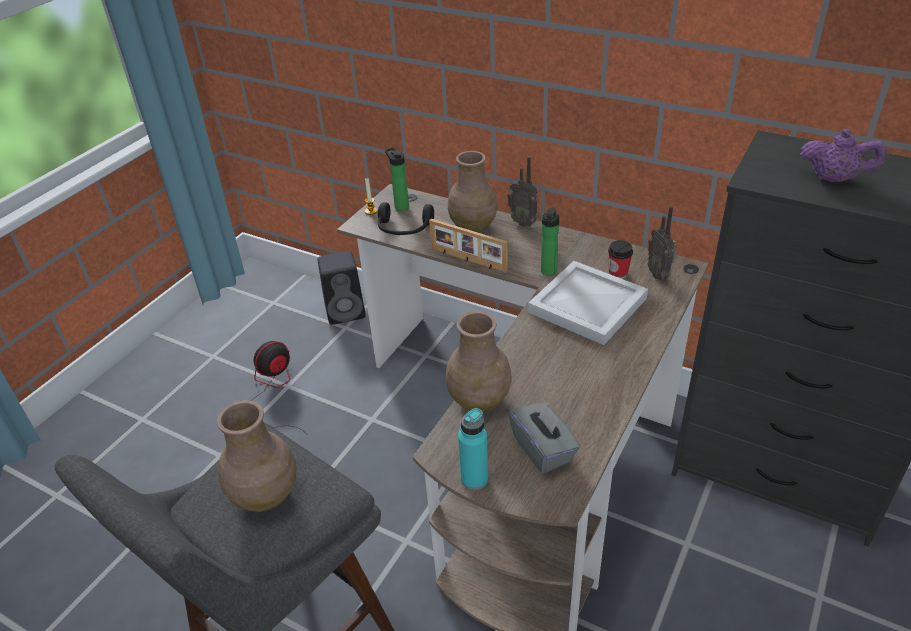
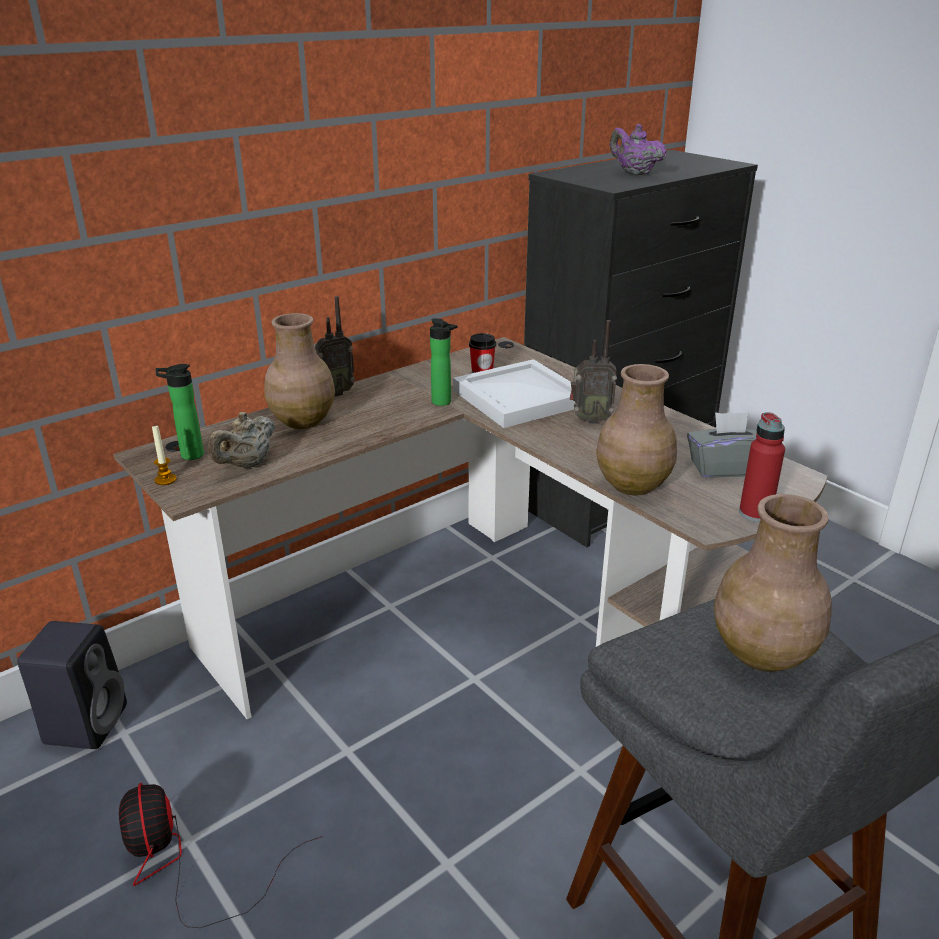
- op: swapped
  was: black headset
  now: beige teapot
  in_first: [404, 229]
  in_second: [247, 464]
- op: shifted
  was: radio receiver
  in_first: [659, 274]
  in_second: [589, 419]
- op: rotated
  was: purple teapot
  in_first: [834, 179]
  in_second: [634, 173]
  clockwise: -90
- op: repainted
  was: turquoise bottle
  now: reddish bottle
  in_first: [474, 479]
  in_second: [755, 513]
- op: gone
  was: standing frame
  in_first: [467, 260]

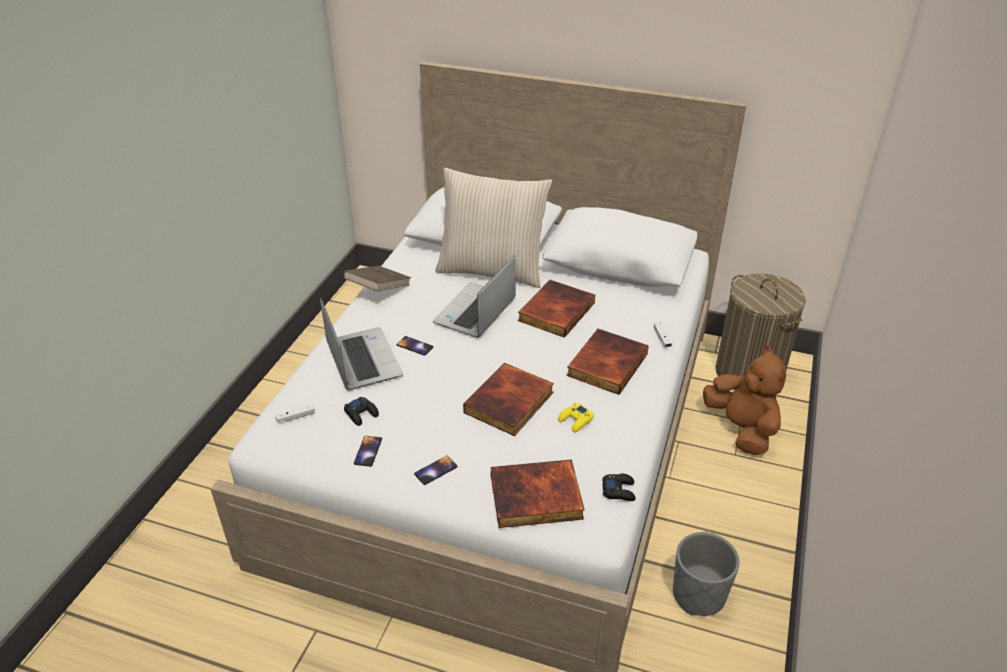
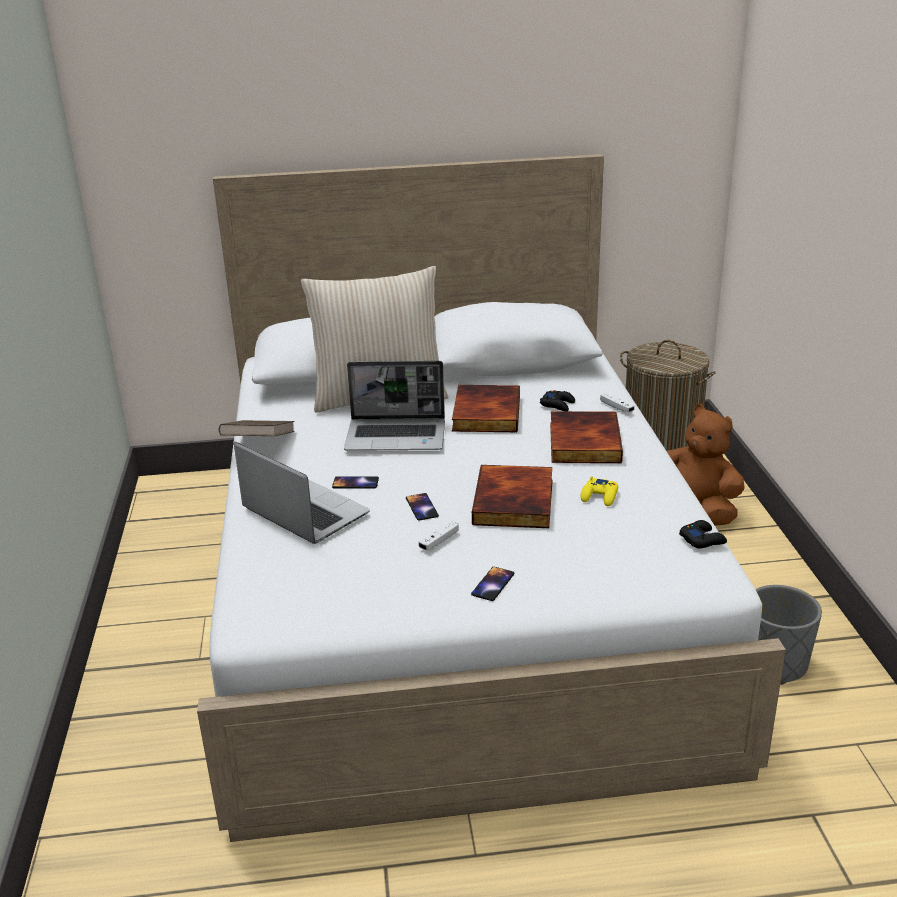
- op: rotated
  was: portable computer
  in_first: [475, 313]
  in_second: [397, 436]
  clockwise: -90
- op: shifted
  was: handset
  in_first: [368, 451]
  in_second: [421, 507]
- op: shifted
  was: whitish game controller
  in_first: [295, 417]
  in_second: [439, 541]
- op: shifted
  was: black game controller
  in_first: [361, 414]
  in_second: [558, 404]
- op: gone
  was: volume
  in_first: [535, 498]

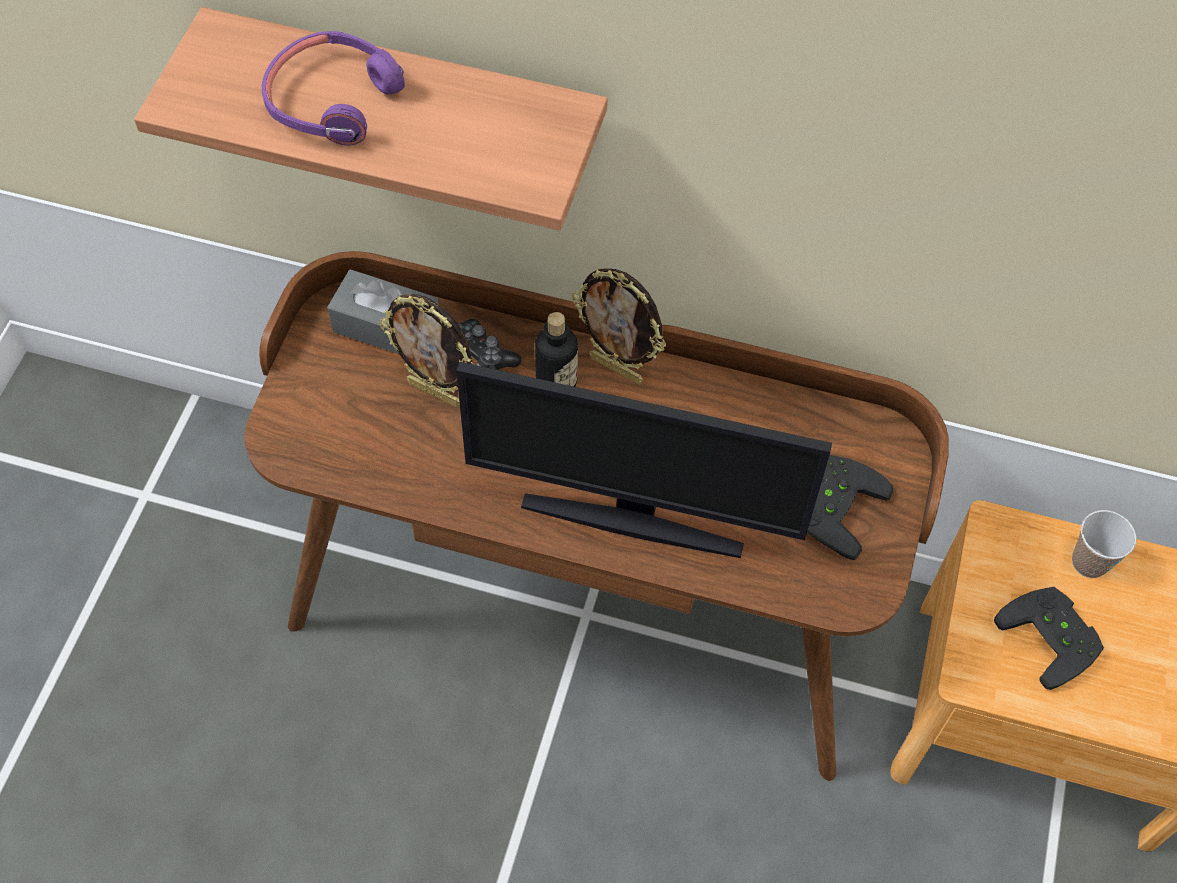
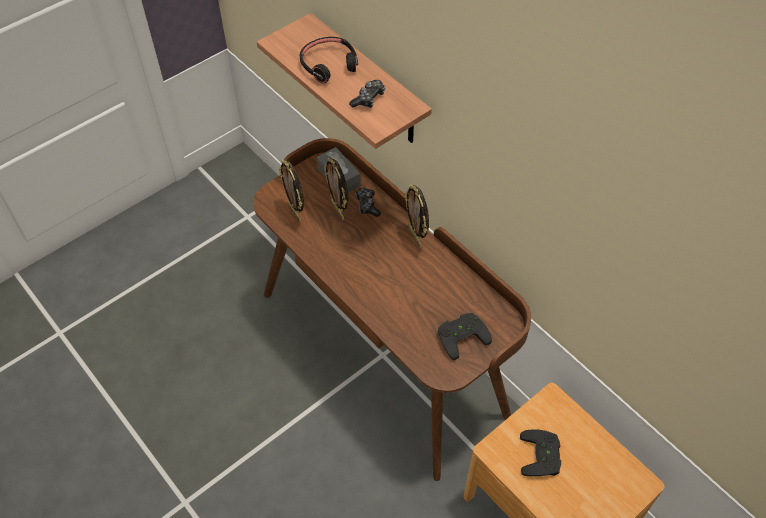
- op: new
  now: standing frame
  in_second: [295, 212]
- op: repainted
  was: purple headset
  now: black headset
  in_first: [332, 100]
  in_second: [329, 64]
- op: new
  now: game controller
  in_second: [368, 99]
- op: gone
  was: computer display
  in_first: [633, 519]
- op: gone
  was: bottle
  in_first: [556, 381]
- op: gone
  was: drinking cup
  in_first: [1089, 562]

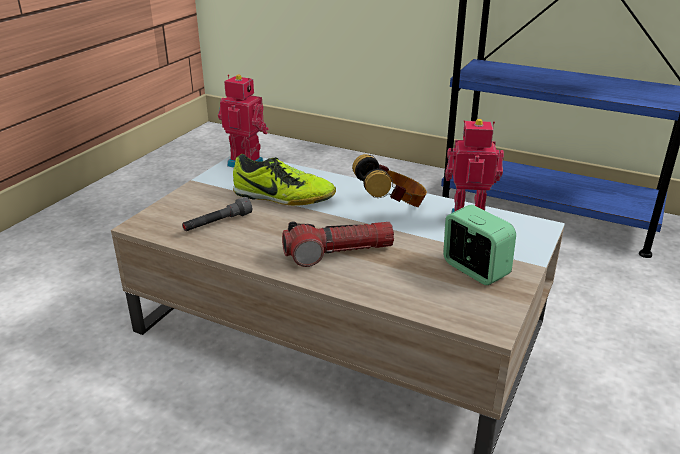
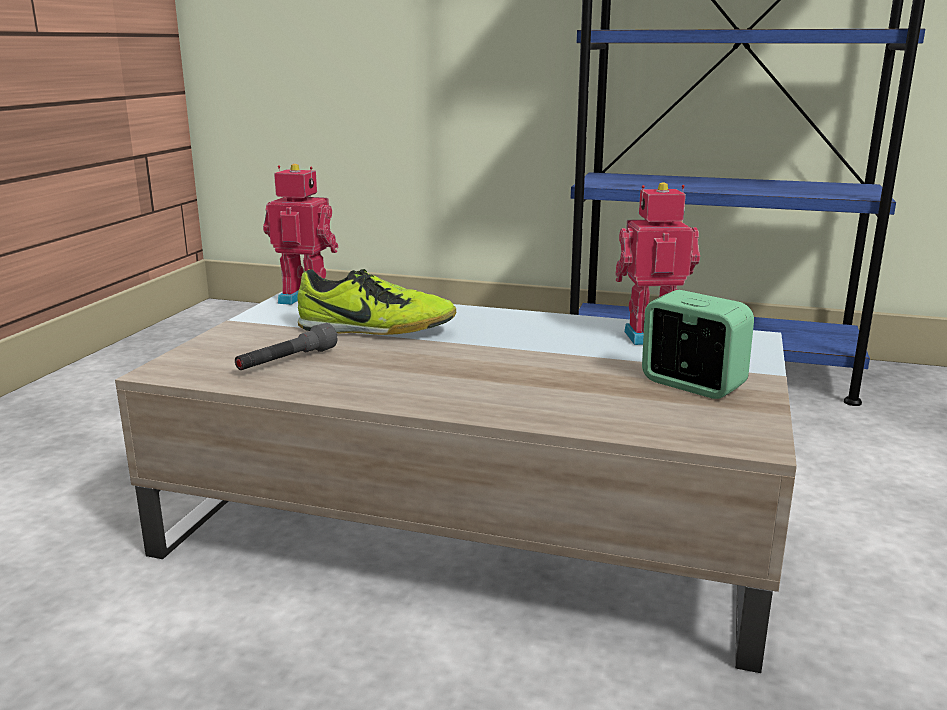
- op: gone
  was: torch
  in_first: [338, 253]
- op: gone
  was: headset
  in_first: [391, 206]

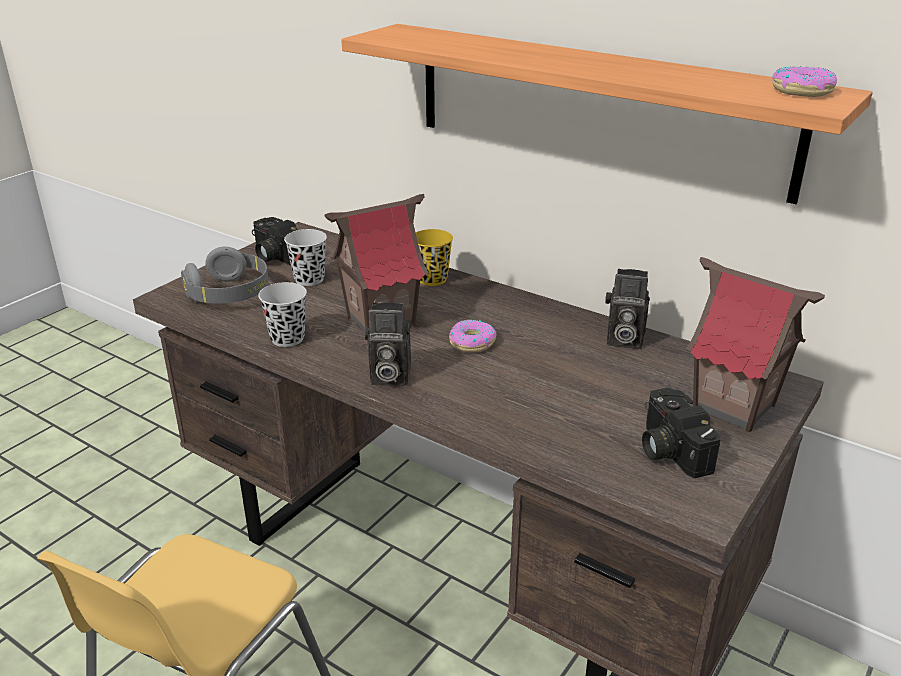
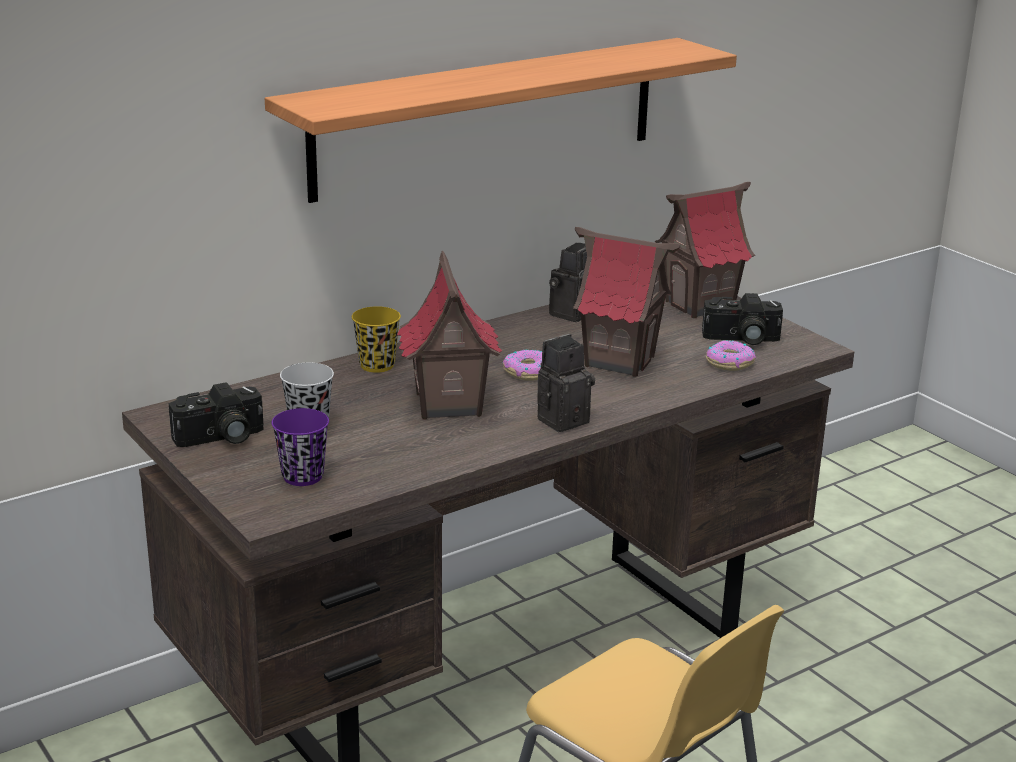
- op: swapped
  was: grey headset
  now: purple drinking cup
  in_first: [230, 294]
  in_second: [302, 476]
- op: rotated
  was: photo camera
  in_first: [388, 377]
  in_second: [563, 419]
  clockwise: -150
- op: new
  now: toy house
  in_second: [619, 361]
- op: shifted
  was: doughnut
  in_first: [802, 91]
  in_second: [729, 362]
- op: gone
  was: black drinking cup
  in_first: [287, 338]

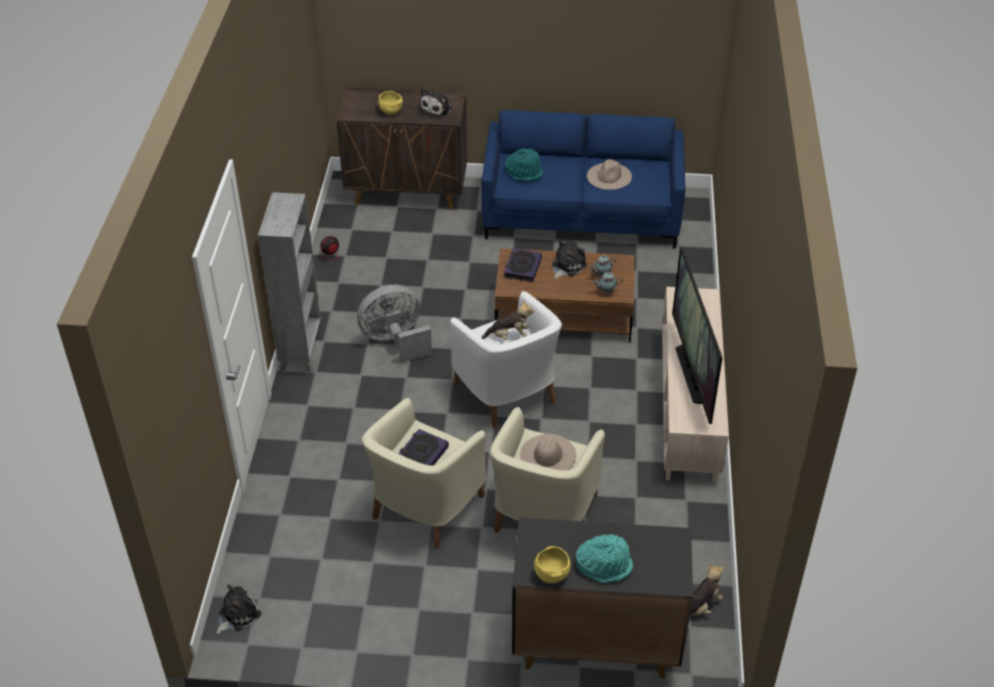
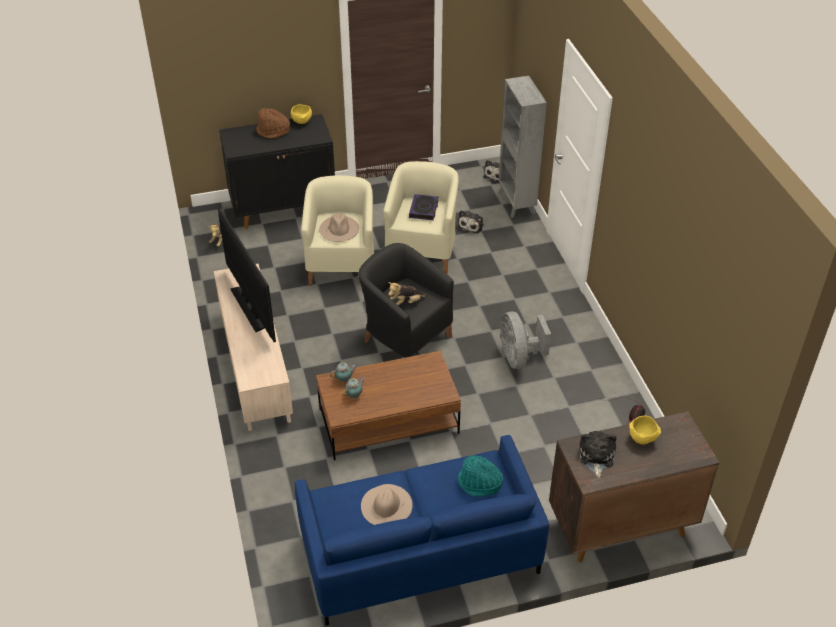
- op: repainted
  was: turquoise wearable hat
  now: brownish wearable hat
  in_first: [604, 565]
  in_second: [273, 131]
- op: repainted
  was: whitish armchair
  now: black armchair
  in_first: [507, 393]
  in_second: [405, 338]
- op: shifted
  was: cuddly toy
  in_first: [567, 266]
  in_second: [471, 225]
- op: shifted
  was: grey bookcase
  in_first: [301, 351]
  in_second: [516, 204]
- op: rotated
  was: grey electric fan
  in_first: [395, 341]
  in_second: [519, 357]
  clockwise: 120
- op: gone
  was: volume
  in_first: [522, 268]

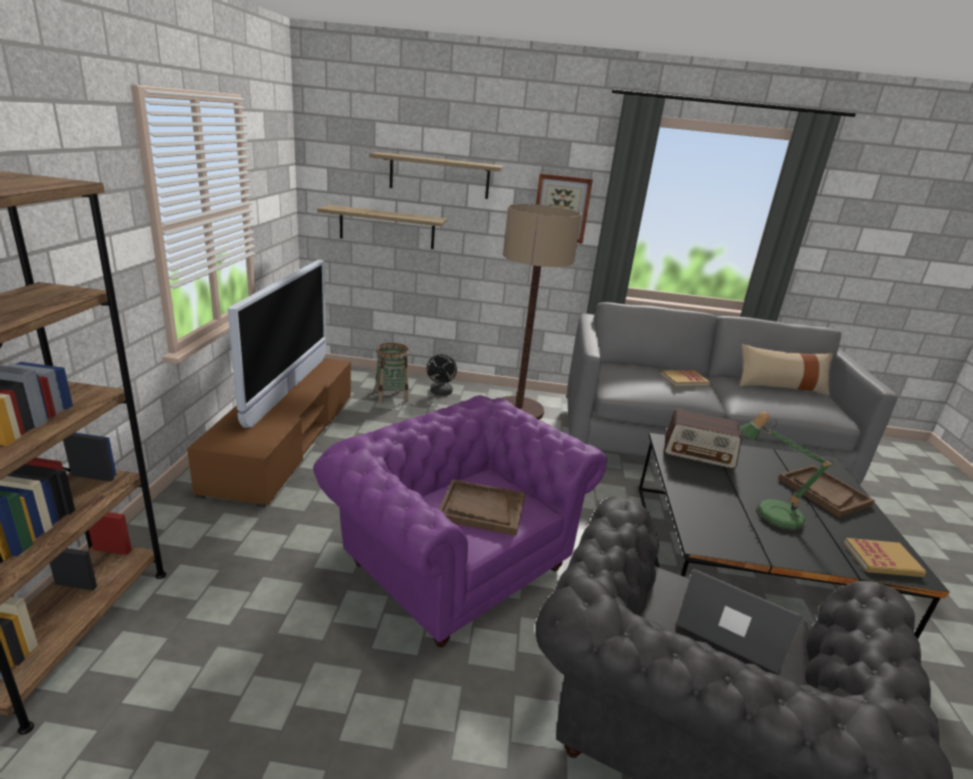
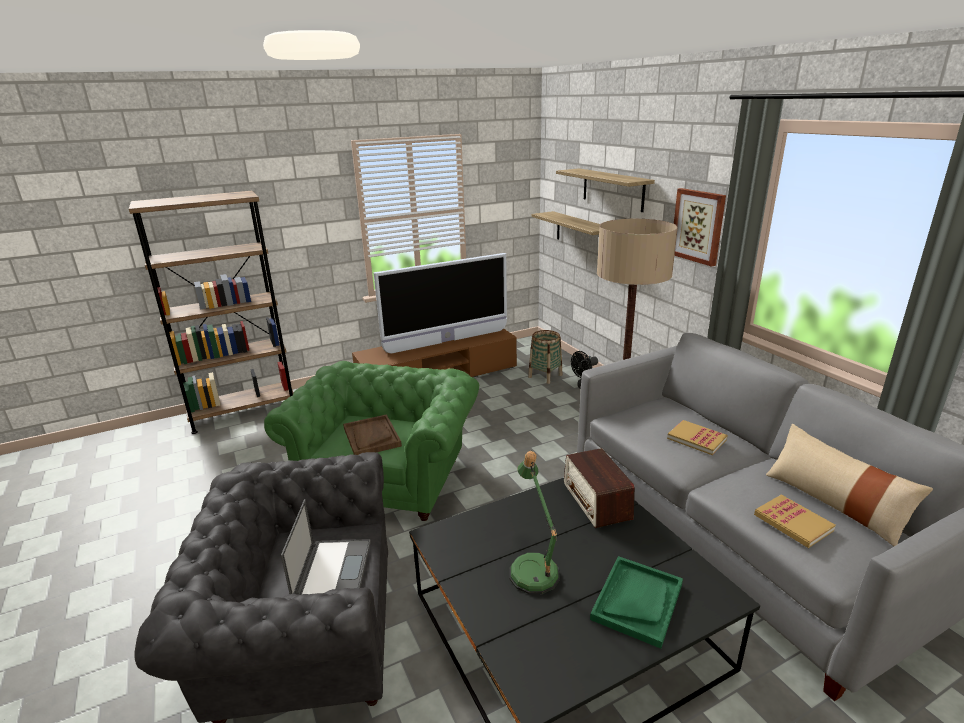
- op: repainted
  was: purple armchair
  now: green armchair
  in_first: [454, 560]
  in_second: [388, 477]
- op: repainted
  was: brownish serving tray
  now: green serving tray
  in_first: [823, 492]
  in_second: [637, 601]
- op: shifted
  was: volume
  in_first: [882, 560]
  in_second: [793, 523]

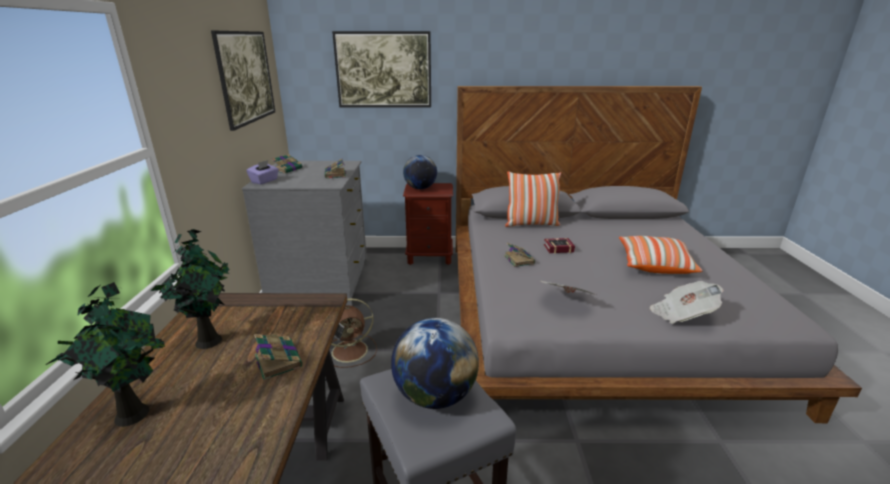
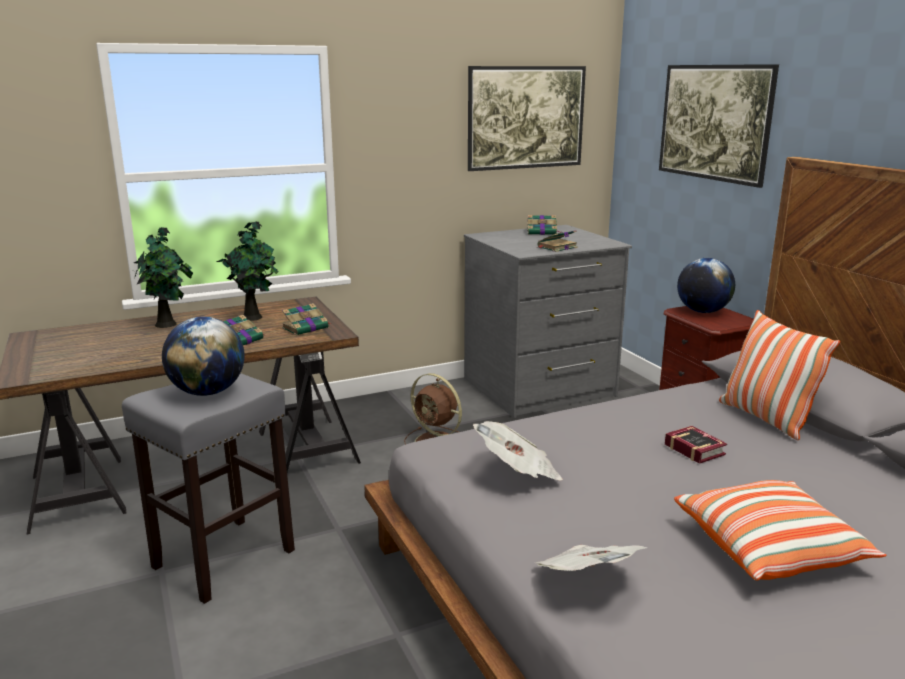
- op: shifted
  was: volume
  in_first: [518, 259]
  in_second: [306, 328]
- op: gone
  was: purple tissue box
  in_first: [265, 181]

